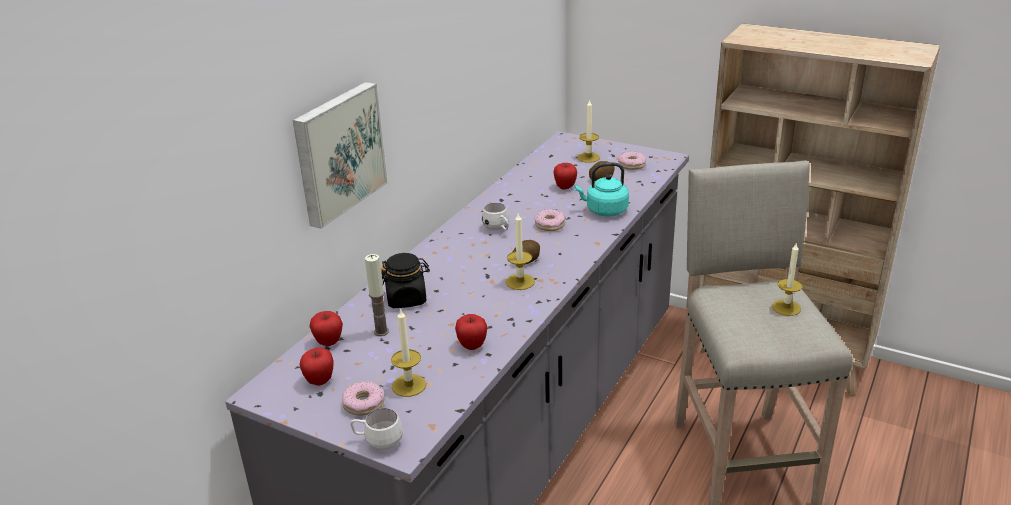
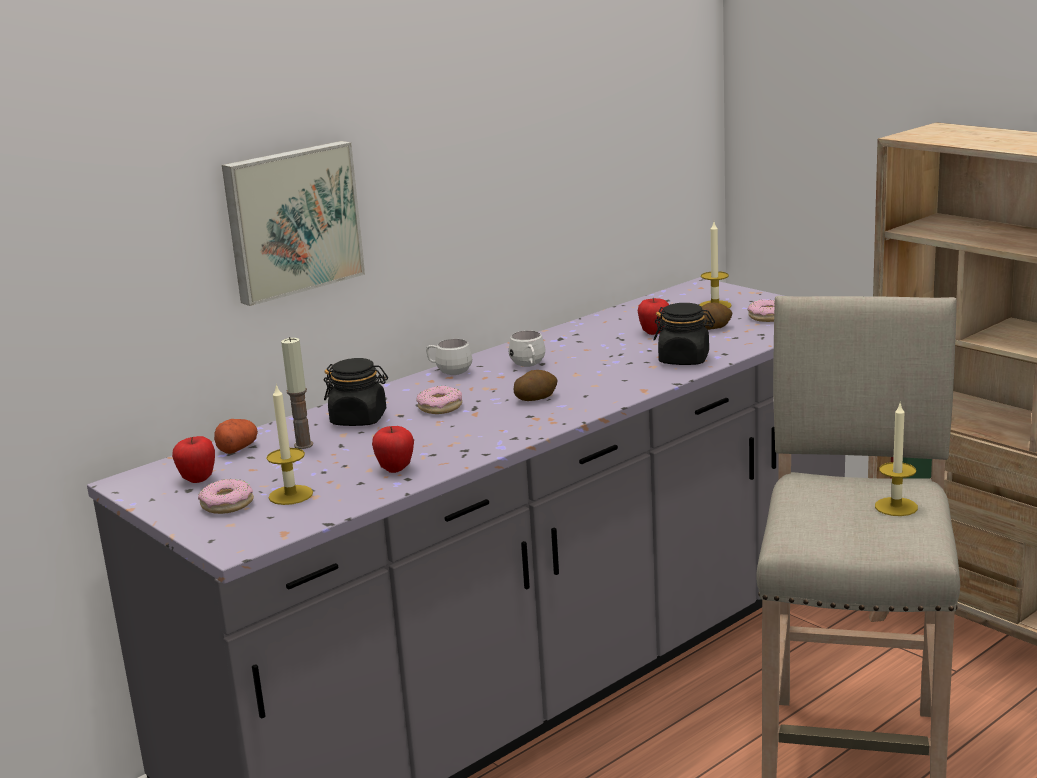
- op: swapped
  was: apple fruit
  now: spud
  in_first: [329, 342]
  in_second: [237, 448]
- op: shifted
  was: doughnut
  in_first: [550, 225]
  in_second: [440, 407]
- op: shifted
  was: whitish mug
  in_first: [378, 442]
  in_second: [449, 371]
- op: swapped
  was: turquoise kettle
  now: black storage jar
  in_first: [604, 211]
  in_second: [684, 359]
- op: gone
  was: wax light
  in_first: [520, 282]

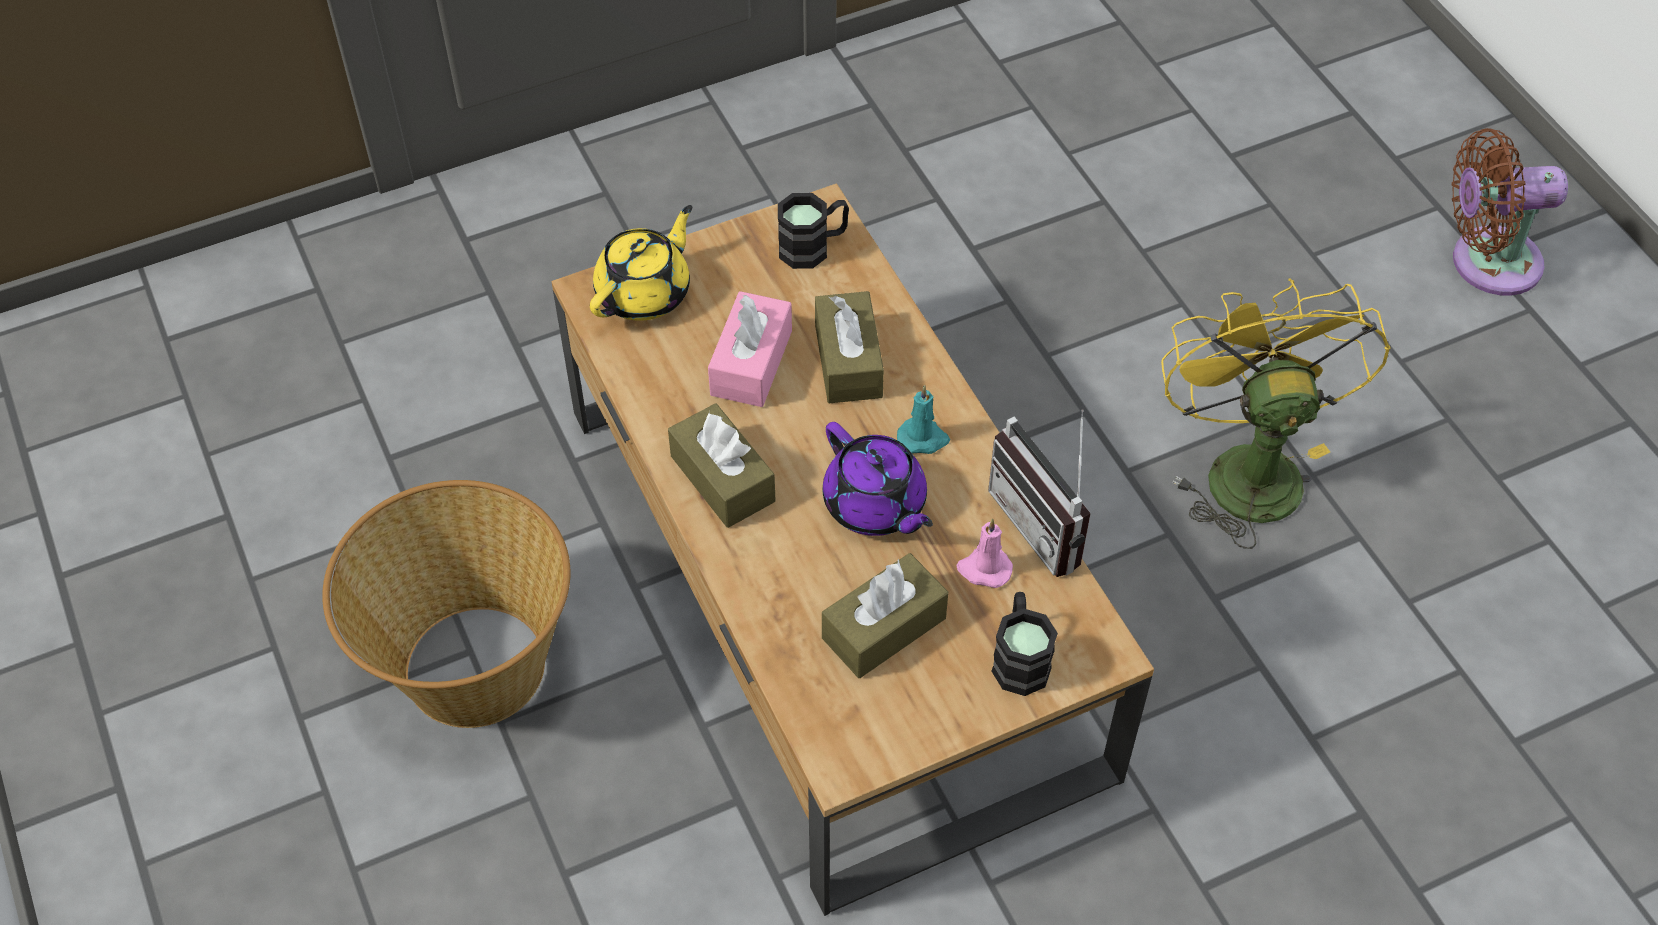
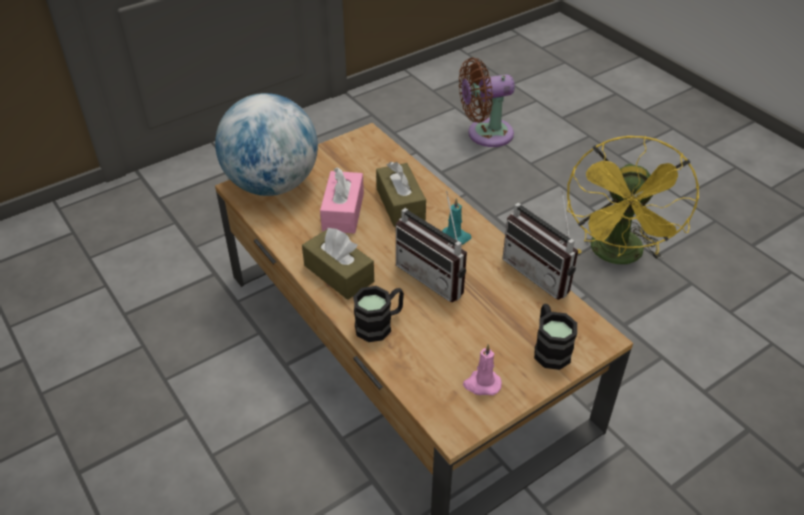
- op: swapped
  was: yellow-coloured teapot
  now: world globe
  in_first: [645, 292]
  in_second: [272, 184]
- op: shifted
  was: black mug
  in_first: [813, 247]
  in_second: [380, 324]
- op: swapped
  was: purple teapot
  now: radio receiver
  in_first: [875, 505]
  in_second: [436, 276]
- op: shifted
  was: brownish electric fan
  in_first: [1486, 262]
  in_second: [485, 134]
- op: shifted
  was: pink-coloured wax light
  in_first: [984, 569]
  in_second: [481, 384]
- op: rotated
  was: yellow-coloured electric fan
  in_first: [1245, 466]
  in_second: [618, 256]
  clockwise: -150
- op: gone
  was: basket
  in_first: [472, 667]
- op: gone
  was: brownish tissue box
  in_first: [884, 628]

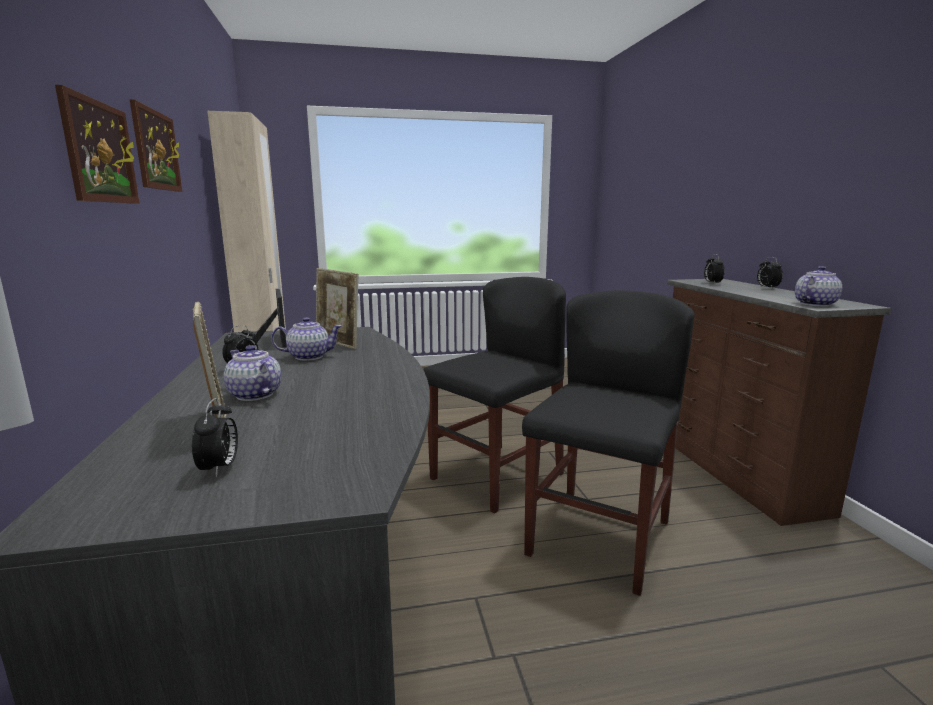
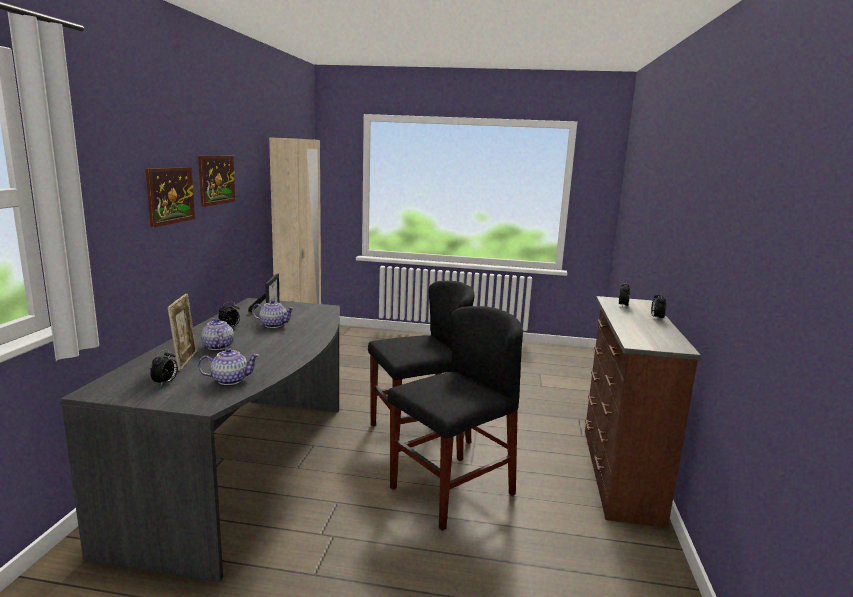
- op: shifted
  was: teapot
  in_first: [814, 304]
  in_second: [229, 380]
- op: gone
  was: standing frame
  in_first: [338, 343]

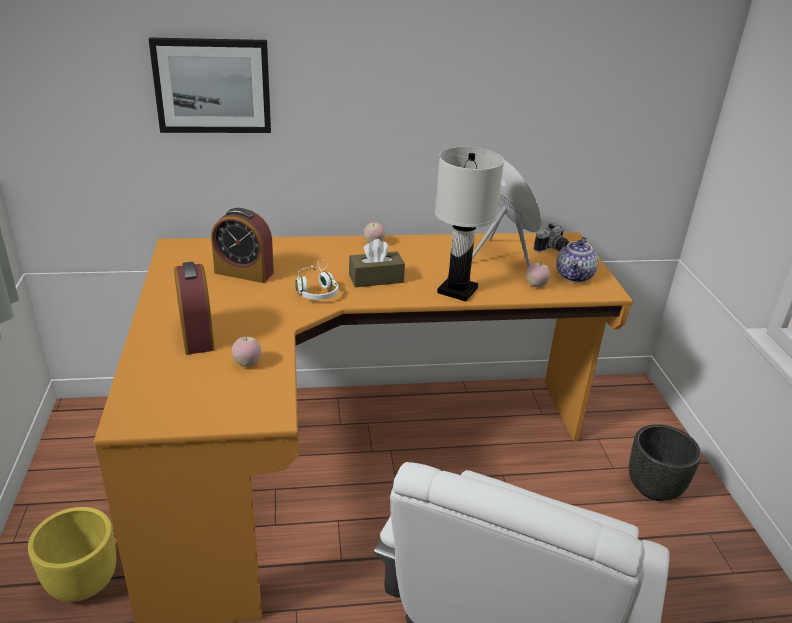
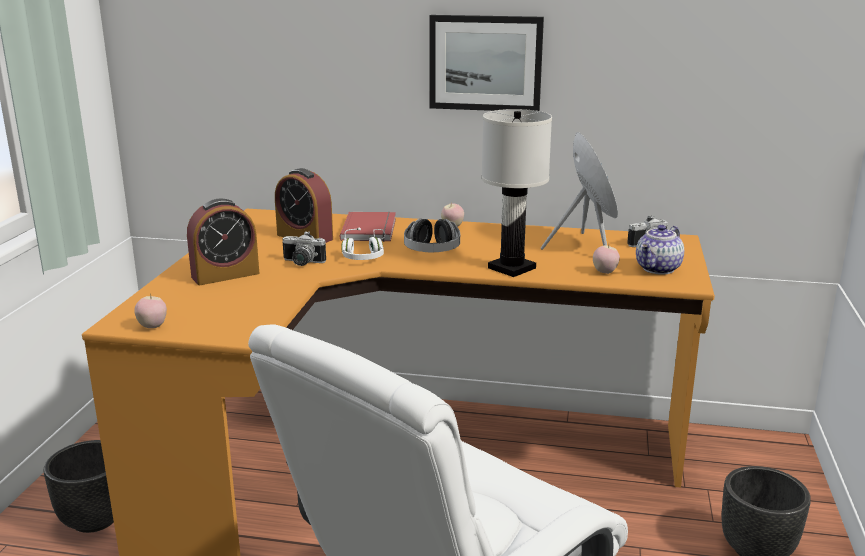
- op: repainted
  was: yellow-coloured flower pot
  now: black flower pot
  in_first: [82, 582]
  in_second: [95, 518]
- op: shifted
  was: apple fruit
  in_first: [247, 364]
  in_second: [152, 327]
- op: rotated
  was: alarm clock
  in_first: [196, 335]
  in_second: [225, 275]
  clockwise: 60
- op: new
  now: photo camera
  in_second: [301, 263]
- op: new
  now: reddish volume
  in_second: [371, 229]
- op: swapped
  was: brownish tissue box
  now: headset
  in_first: [376, 278]
  in_second: [432, 252]
- op: shifted
  was: wall art
  in_first: [212, 86]
  in_second: [485, 63]

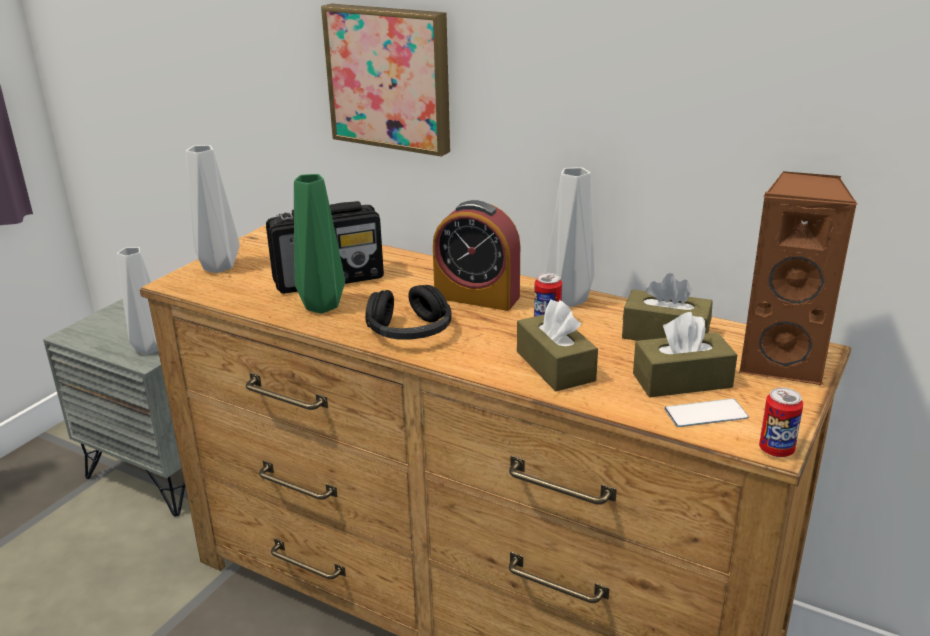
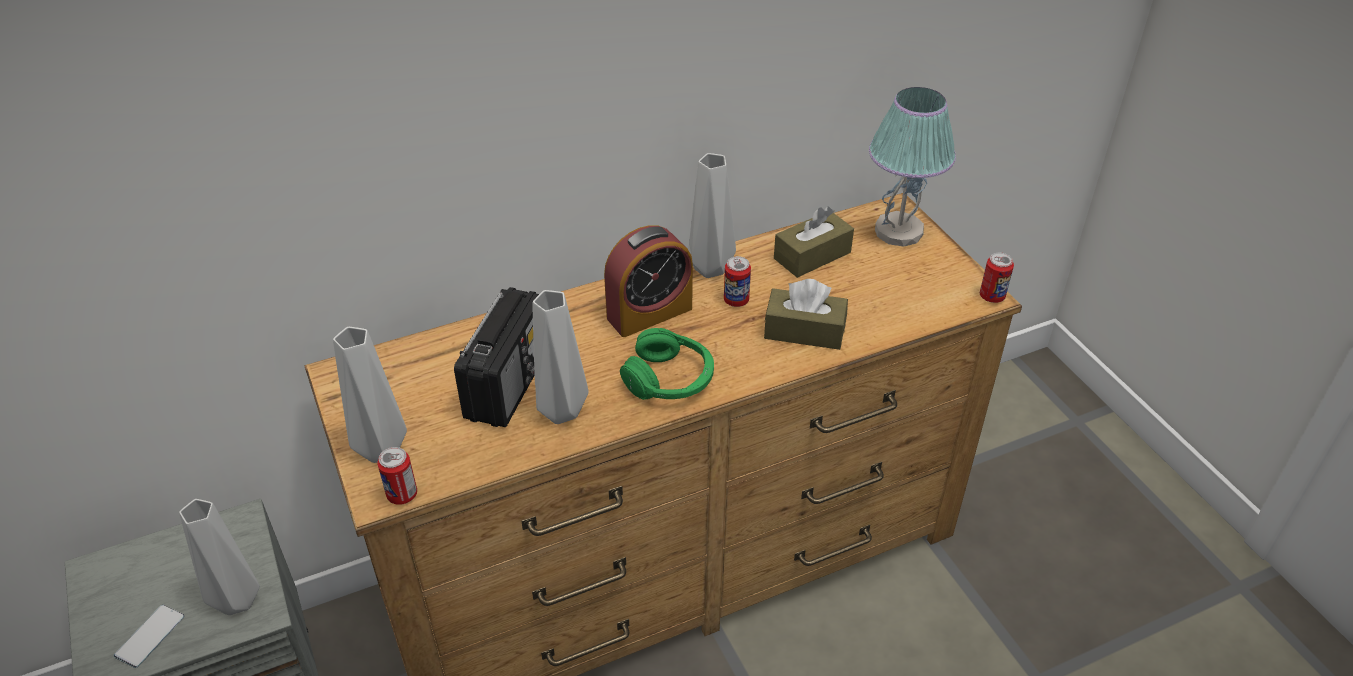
- op: shifted
  was: handset
  in_first: [705, 414]
  in_second: [150, 636]
- op: new
  now: sealed can
  in_second: [402, 495]
- op: repainted
  was: green decorative vase
  now: grey decorative vase
  in_first: [319, 306]
  in_second: [559, 413]
- op: repainted
  was: black headset
  now: green headset
  in_first: [410, 331]
  in_second: [670, 379]
- op: swapped
  was: brownish audio speaker
  now: lamp for a table
  in_first: [782, 363]
  in_second: [898, 231]
- op: gone
  was: wall art
  in_first: [390, 77]
- op: gone
  was: brownish tissue box
  in_first: [682, 380]

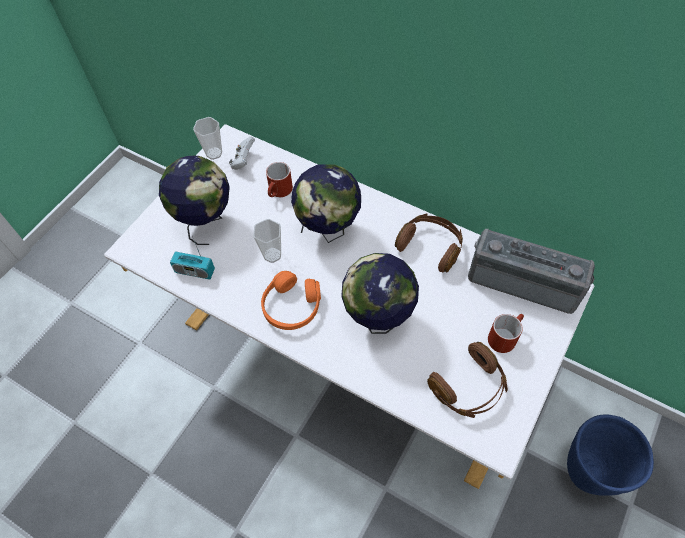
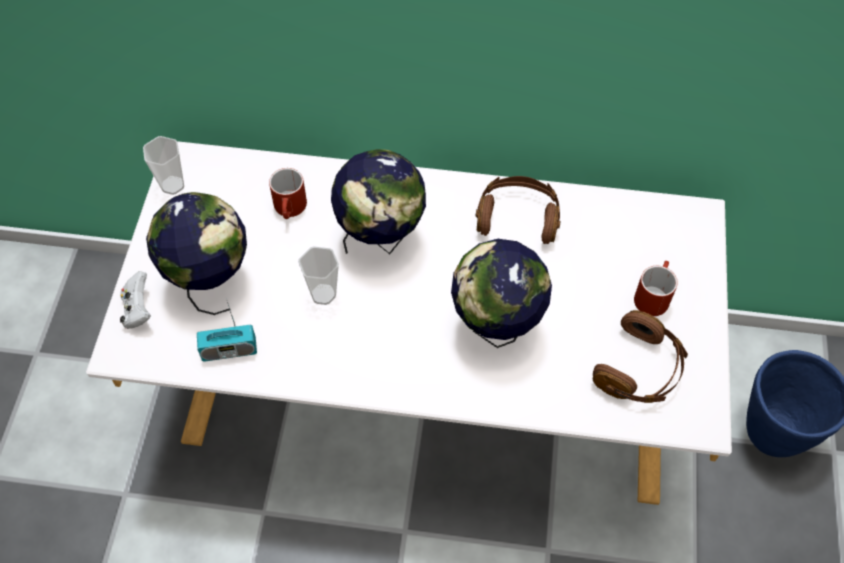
- op: shifted
  was: whitish game controller
  in_first: [243, 161]
  in_second: [138, 310]
- op: gone
  was: orange headset
  in_first: [291, 306]
- op: gone
  was: radio receiver
  in_first: [524, 280]

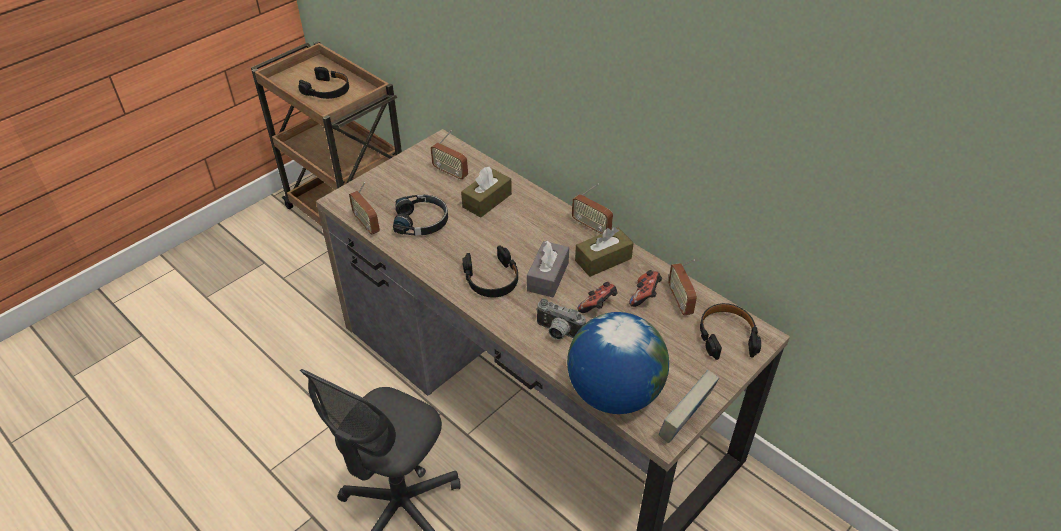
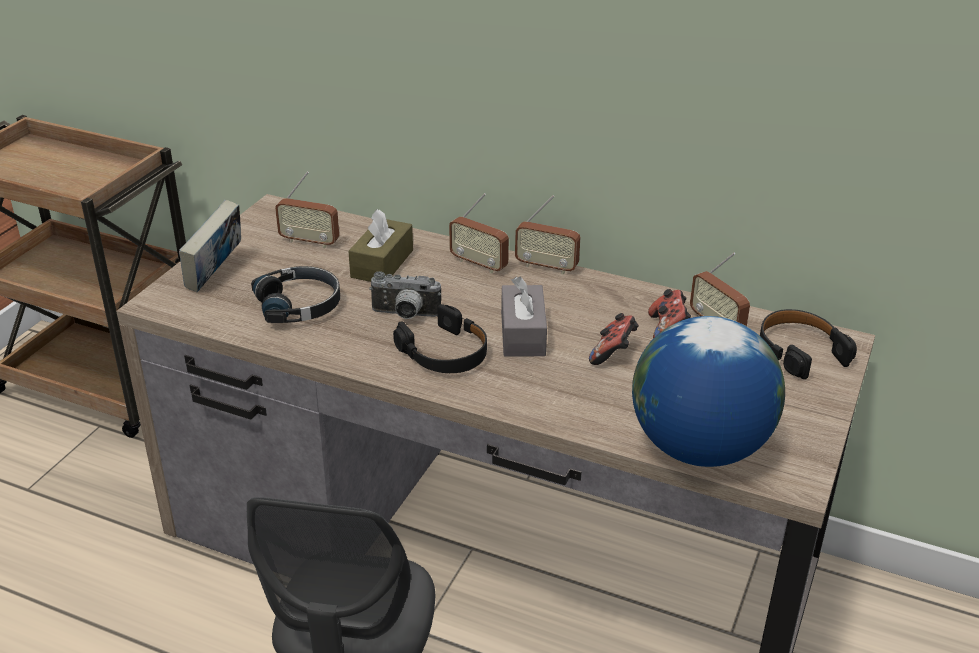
- op: shifted
  was: volume
  in_first: [684, 423]
  in_second: [216, 275]
- op: shifted
  was: photo camera
  in_first: [557, 333]
  in_second: [405, 315]
- op: shifted
  was: radio receiver
  in_first: [367, 225]
  in_second: [479, 264]
- op: gone
  was: black headset
  in_first: [327, 90]
- op: gone
  was: brownish tissue box
  in_first: [603, 259]

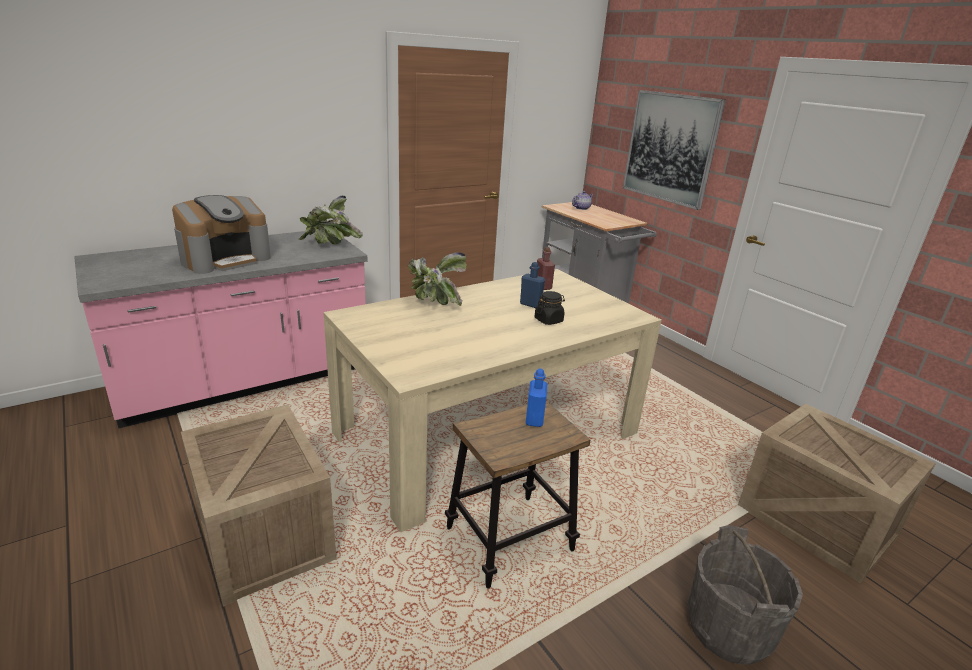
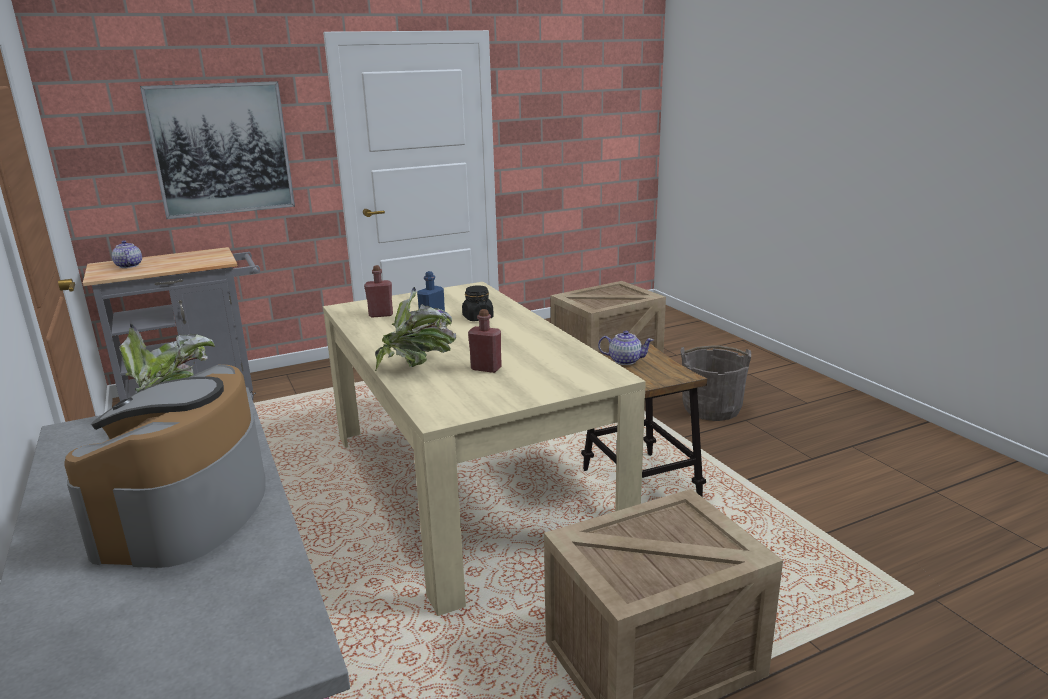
- op: rotated
  was: coffee brewer
  in_first: [226, 259]
  in_second: [187, 512]
  clockwise: -135
- op: new
  now: reddish bottle
  in_second: [486, 368]
- op: swapped
  was: blue bottle
  now: teapot
  in_first: [534, 419]
  in_second: [624, 360]

